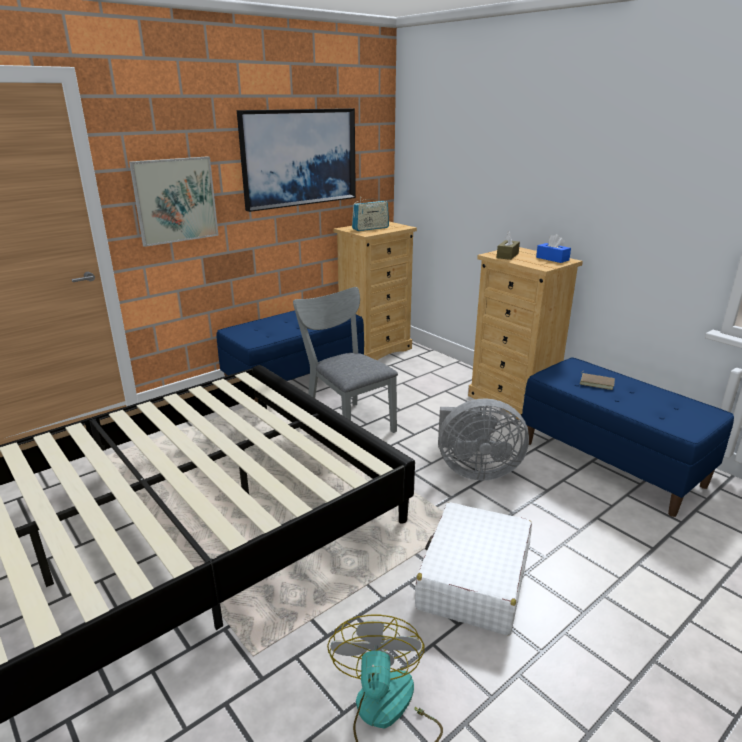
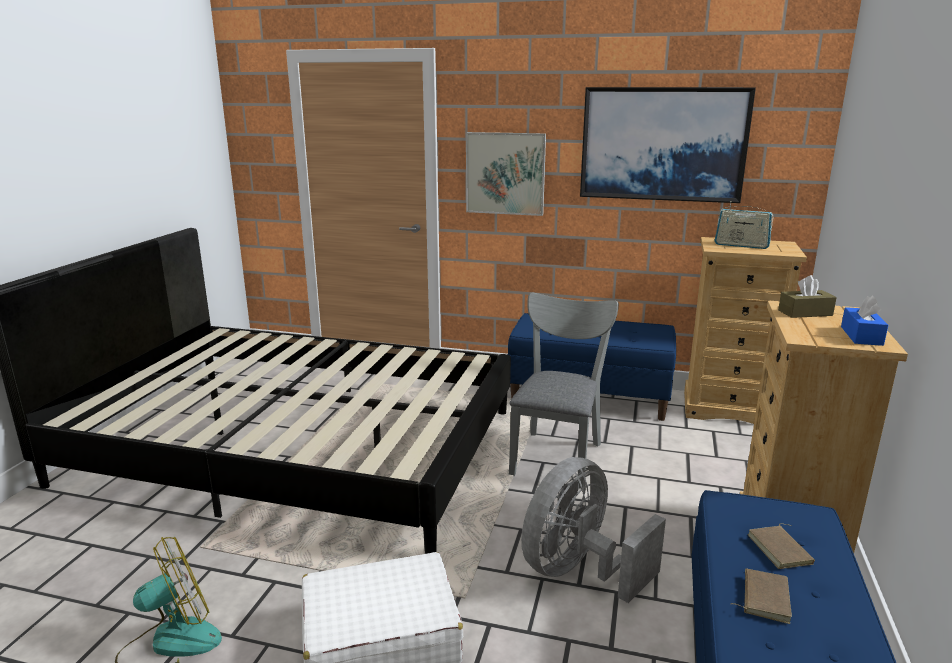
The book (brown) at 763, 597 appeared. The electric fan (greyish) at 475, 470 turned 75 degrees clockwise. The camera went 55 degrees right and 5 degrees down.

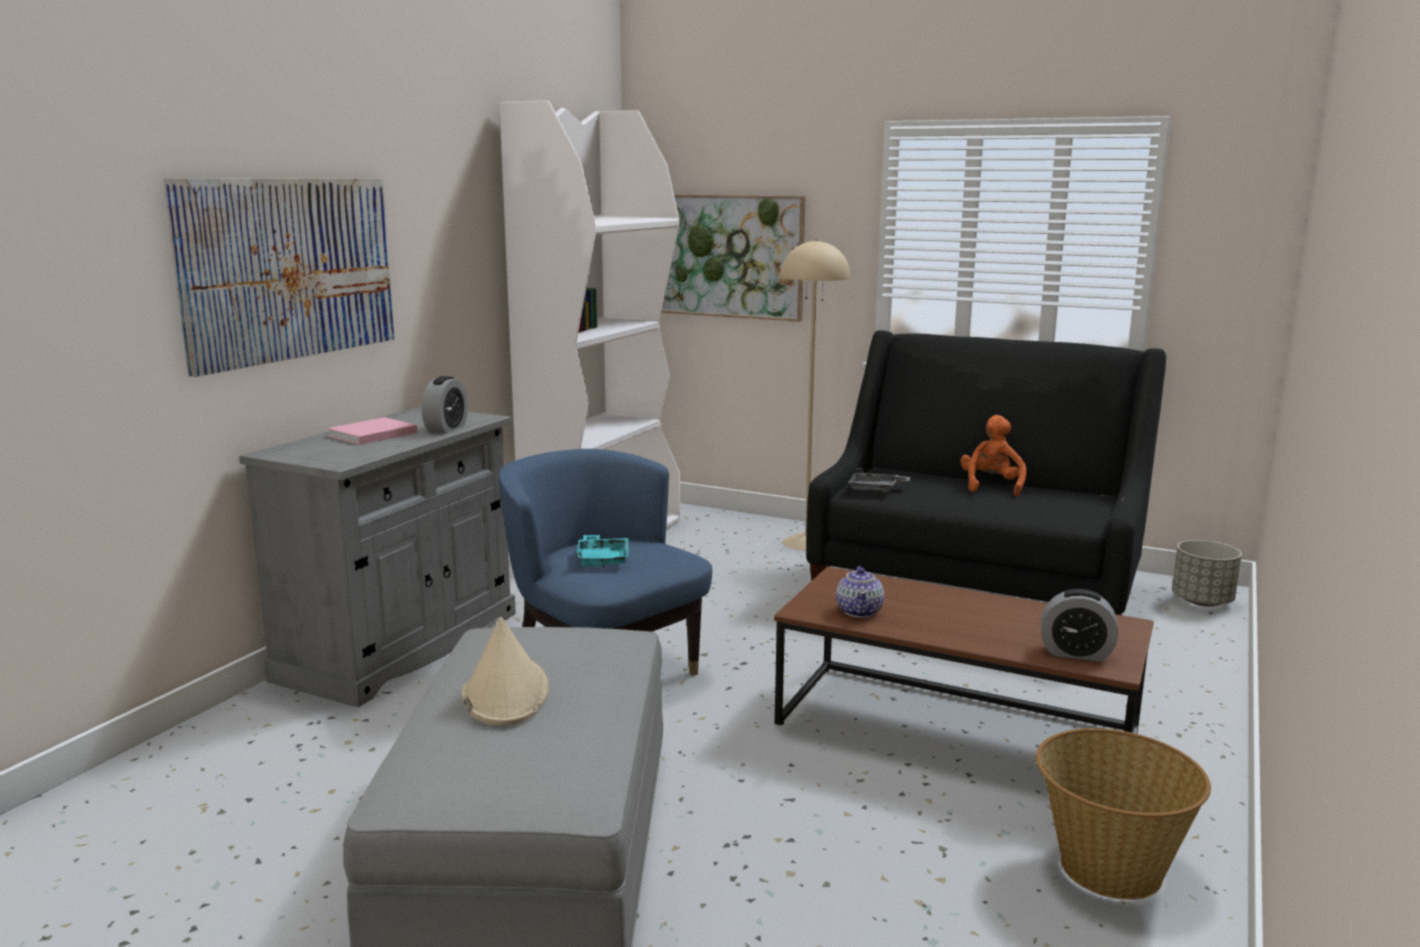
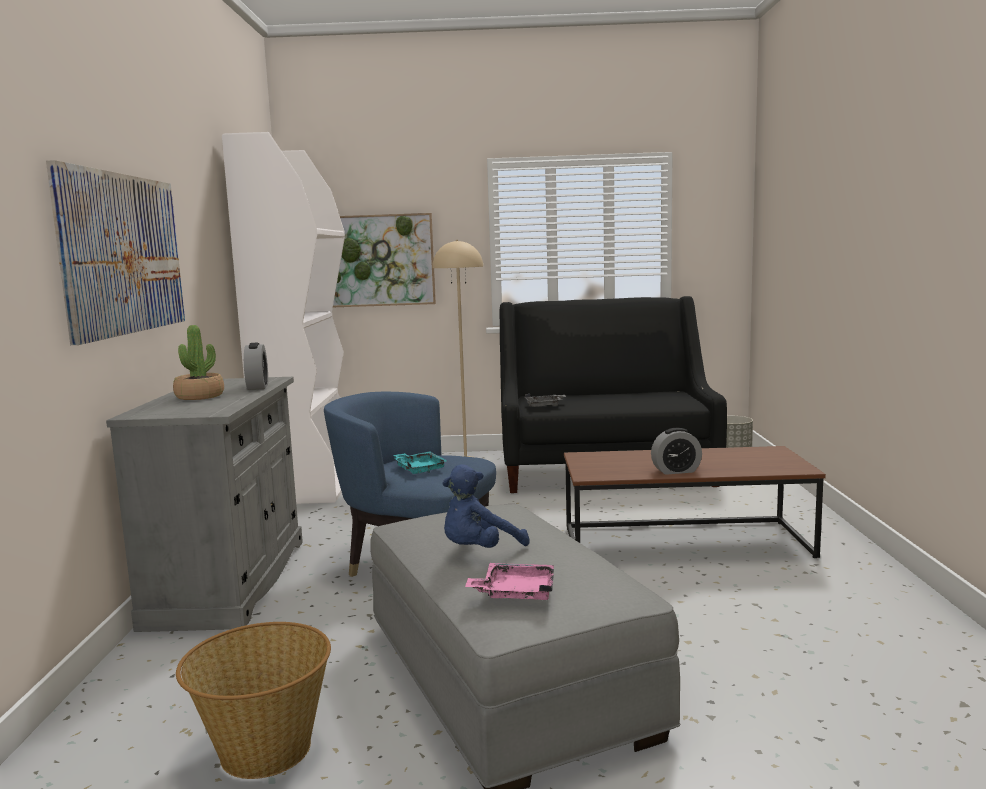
The tea pot at 860, 611 disappeared. The plush toy (orange) at 991, 486 disappeared. The carrying tray (pinkish) at 515, 592 appeared. The basket moved from 1109, 869 to 264, 751. The table clock moved from 1076, 653 to 676, 471. The book (pinkish) at 370, 434 was replaced by the houseplant at 200, 396. The wearable hat (sand-coloured) at 505, 693 was replaced by the plush toy (bluish) at 479, 551. The camera went 25 degrees left and 5 degrees down.

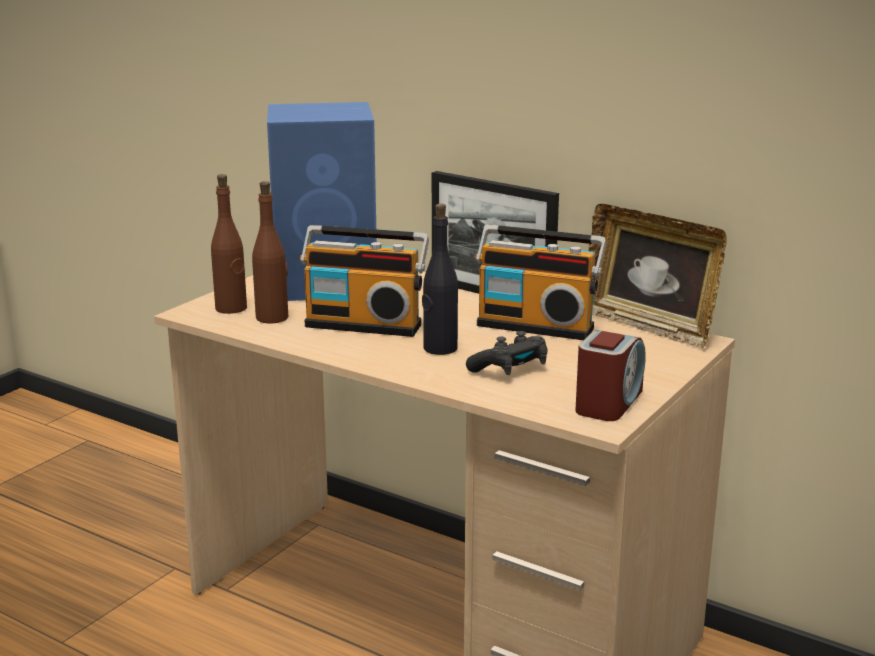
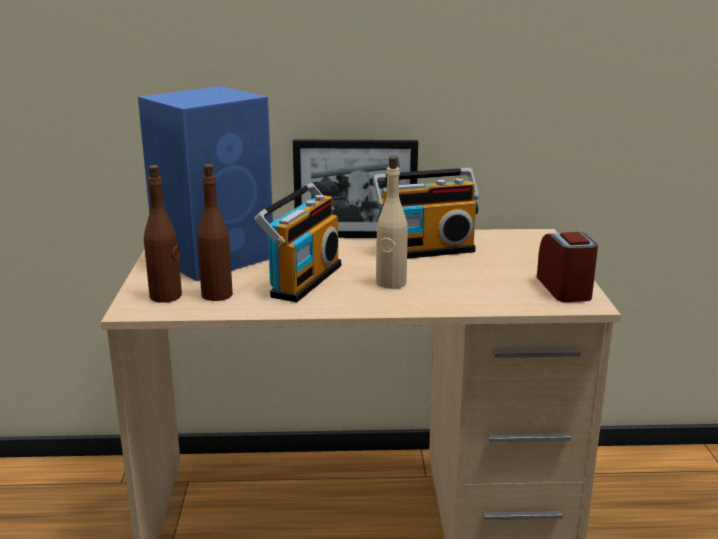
The game controller (blackish) at 510, 370 disappeared. The standing frame at 648, 326 disappeared. The bottle (blackish) at 439, 348 became the bottle (sand-coloured) at 391, 283. The radio set at 365, 324 turned 45 degrees counterclockwise. The camera went 35 degrees left and 0 degrees up.

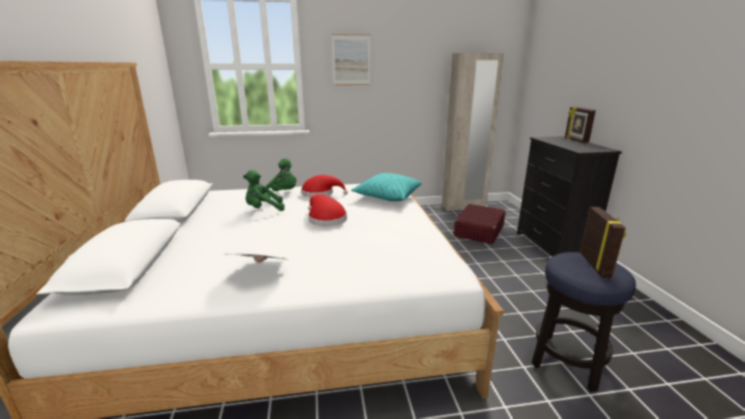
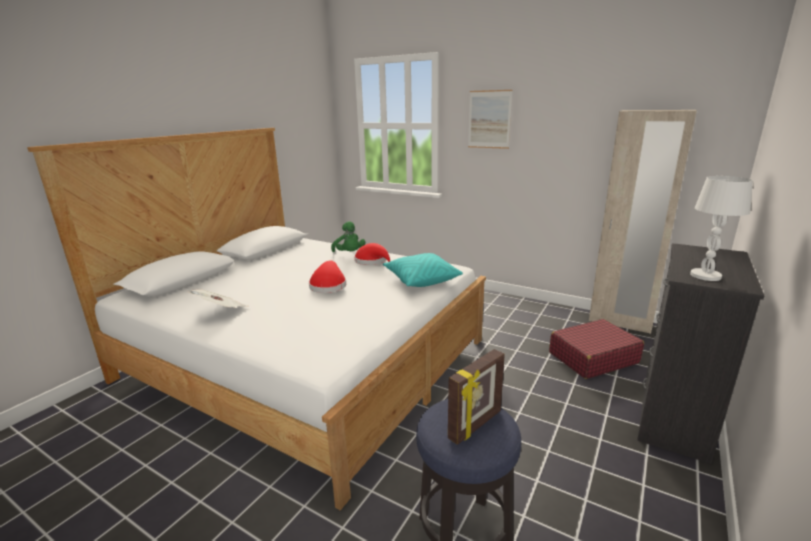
The plush toy (green-coloured) at 263, 209 disappeared. The standing frame at 575, 140 disappeared. The lamp for a table (white) at 705, 275 appeared. The camera went 40 degrees right and 0 degrees up.

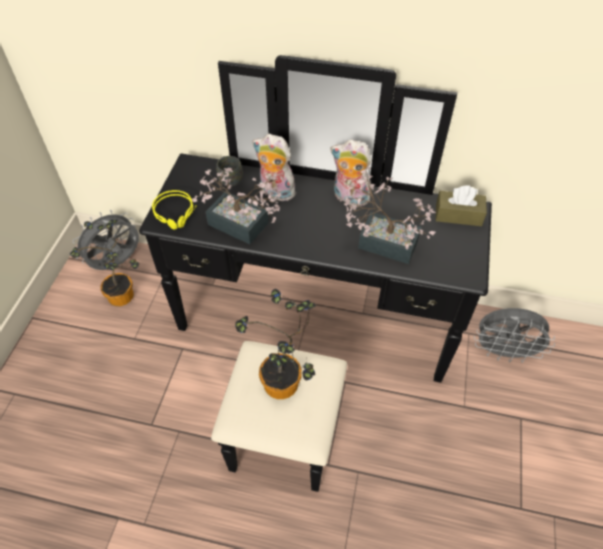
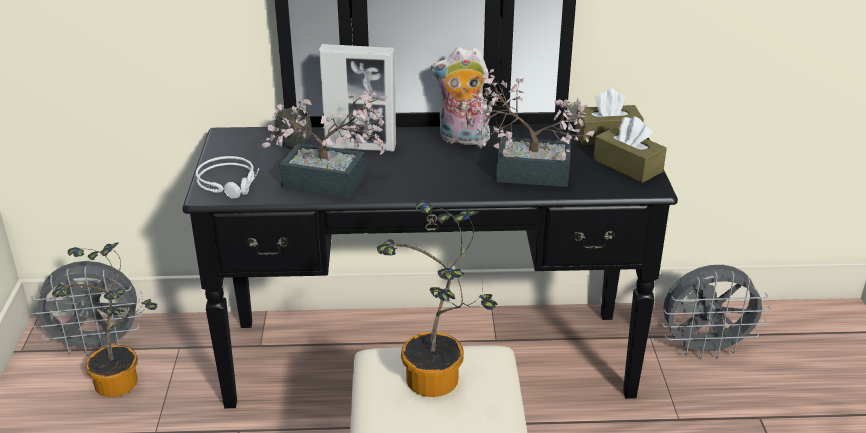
The tissue box (brown) at 627, 166 appeared. The plush toy at 275, 192 was replaced by the standing frame at 361, 147. The headphones (yellow-coloured) at 176, 213 became the headphones (greyish) at 230, 183. The electric fan (greyish) at 117, 264 turned 135 degrees counterclockwise. The camera went 15 degrees left and 20 degrees down.

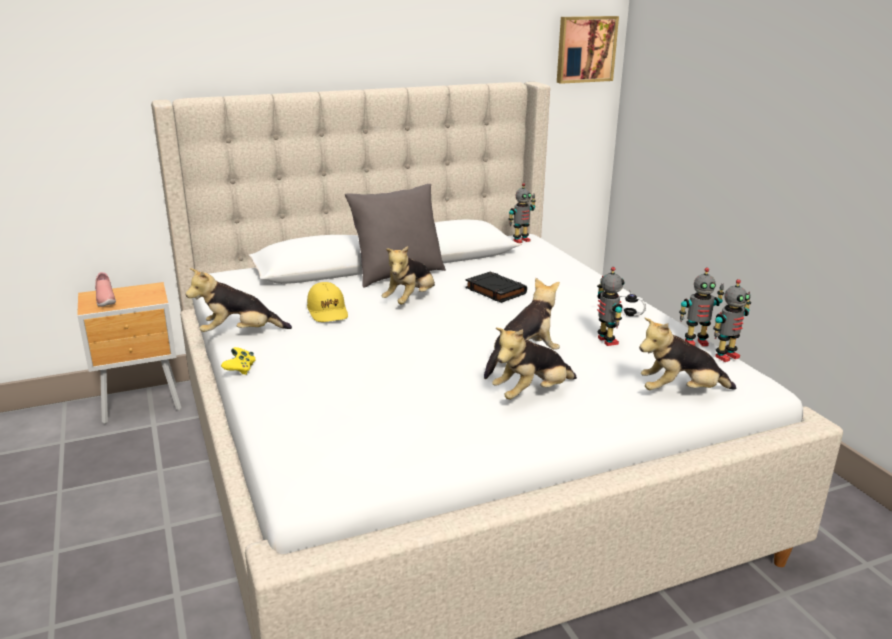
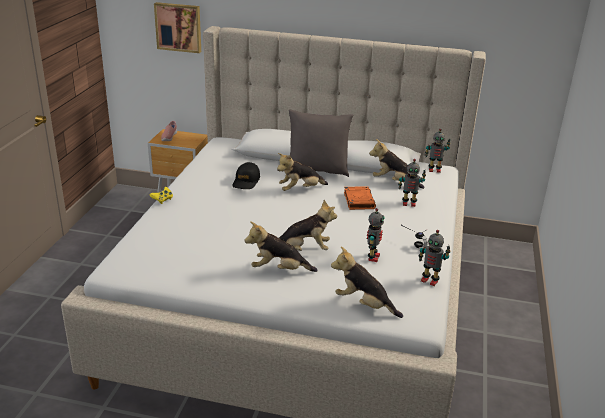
The plush toy moved from 239, 333 to 394, 182. The picture moved from 585, 49 to 179, 27. The robot figure moved from 725, 356 to 409, 203. The baseball cap (yellow-coloured) at 328, 311 became the baseball cap (blackish) at 246, 181. The book (blackish) at 494, 291 became the book (orange) at 358, 200. The camera went 35 degrees right and 5 degrees up.

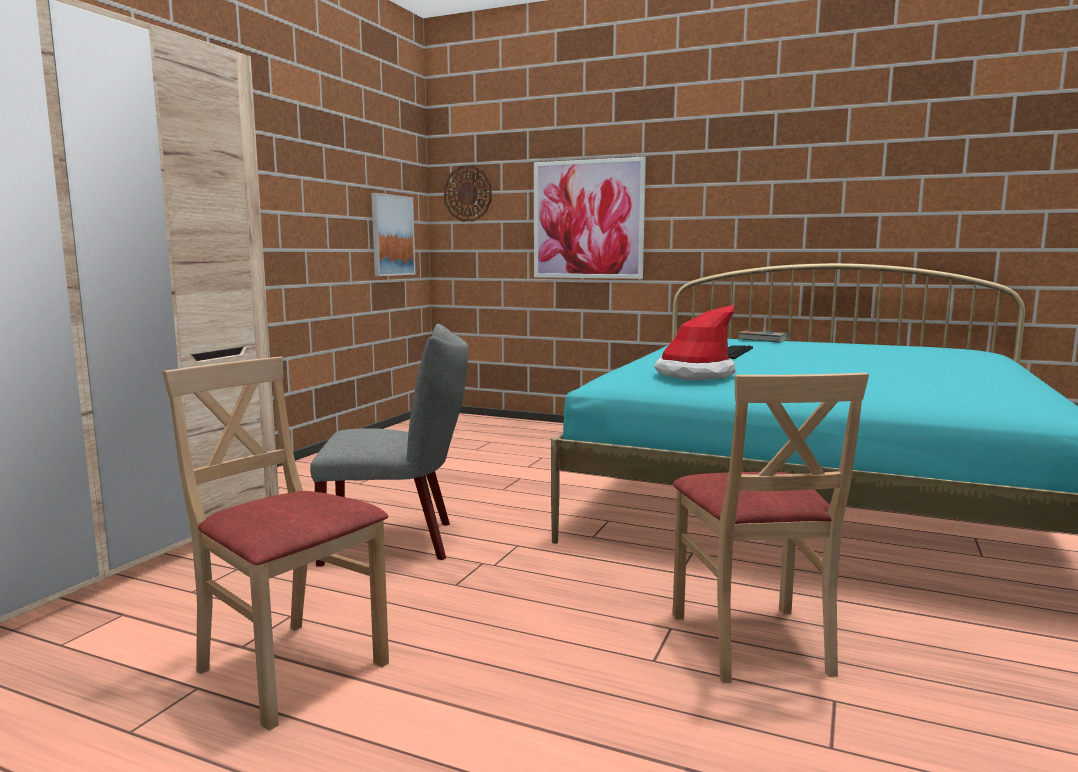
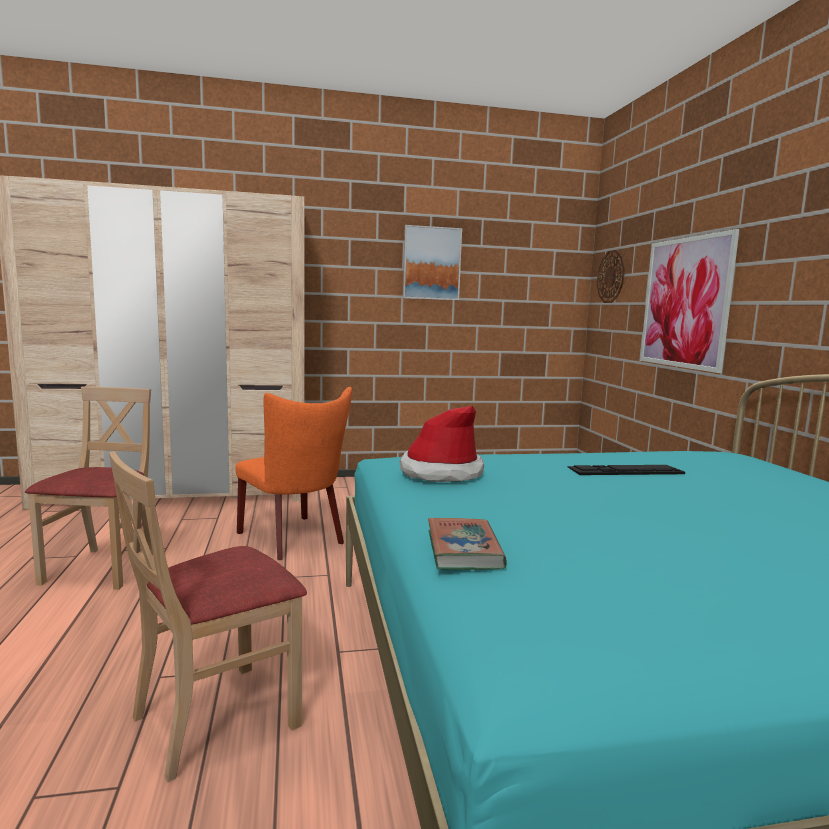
The picture moved from 392, 235 to 431, 263. The book moved from 762, 340 to 464, 550. The chair (greyish) at 398, 541 became the chair (orange) at 295, 539. The camera went 55 degrees right and 0 degrees up.

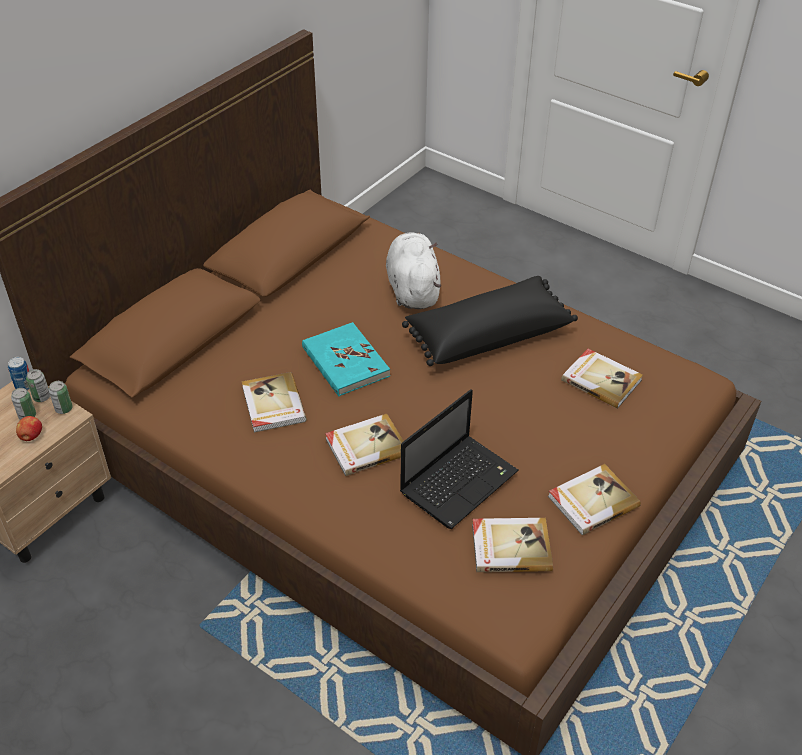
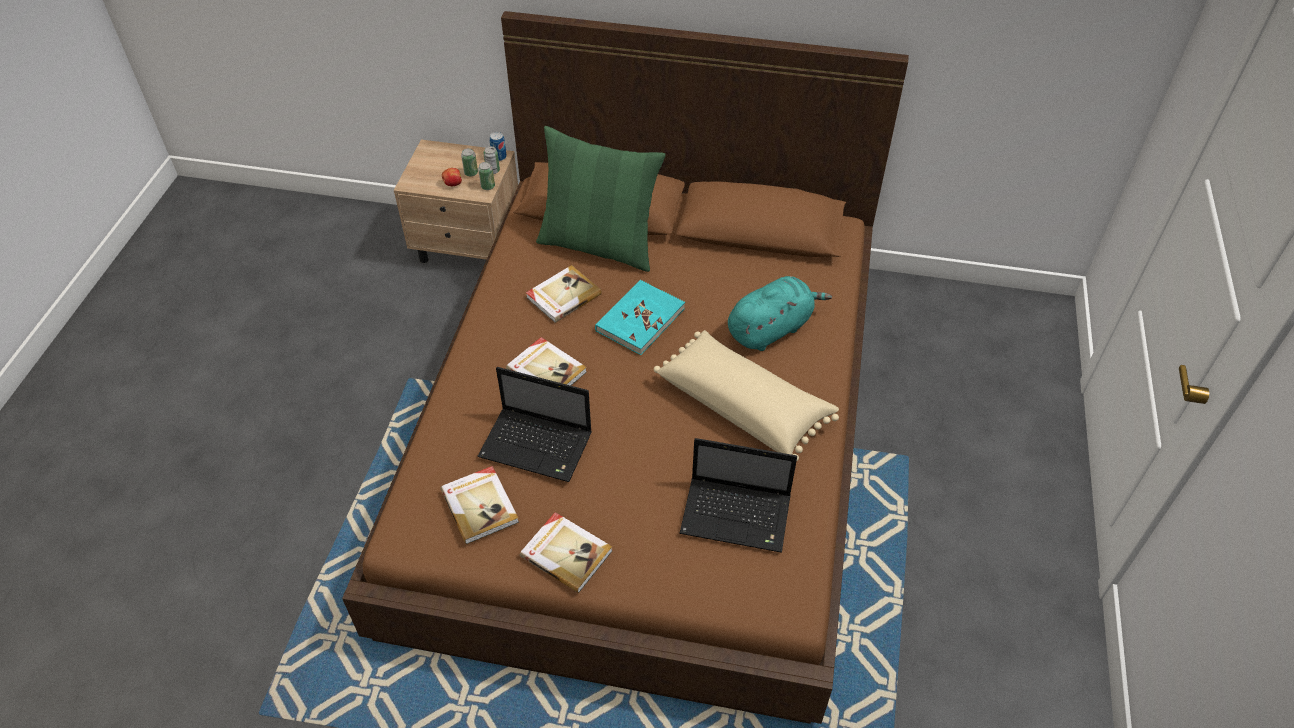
The throw pillow (green-coloured) at 599, 245 appeared. The book at 601, 380 was replaced by the laptop at 738, 515. The plush toy (white) at 412, 289 became the plush toy (turquoise-coloured) at 771, 329. The throw pillow (blackish) at 487, 335 became the throw pillow (sand-coloured) at 744, 405. The camera went 65 degrees right and 5 degrees up.

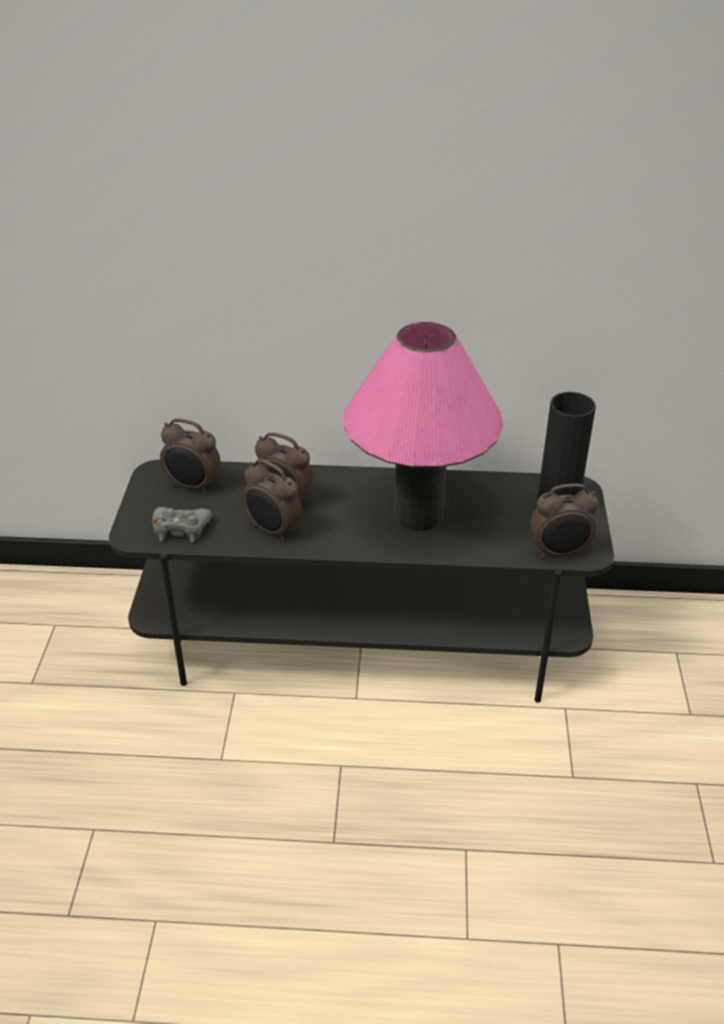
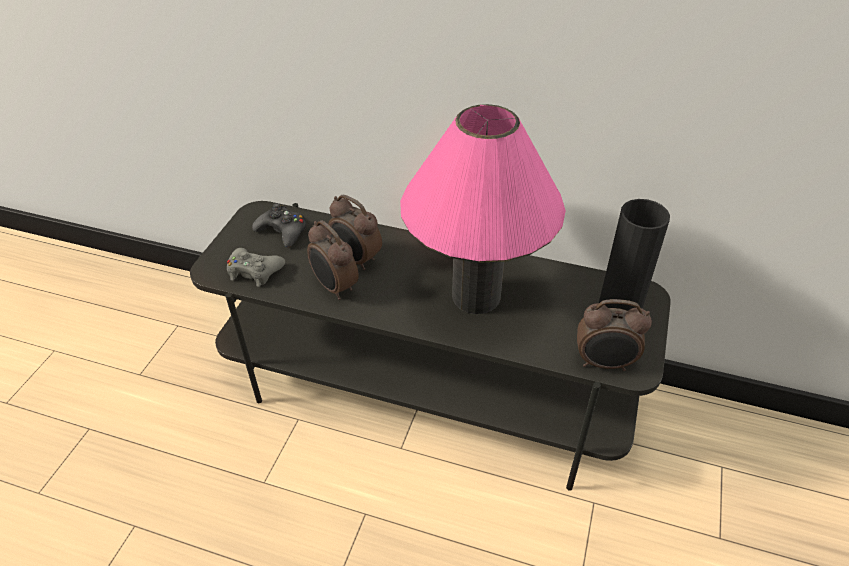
The table clock at 193, 486 was replaced by the game controller (blackish) at 283, 231. The camera went 15 degrees right and 5 degrees up.

